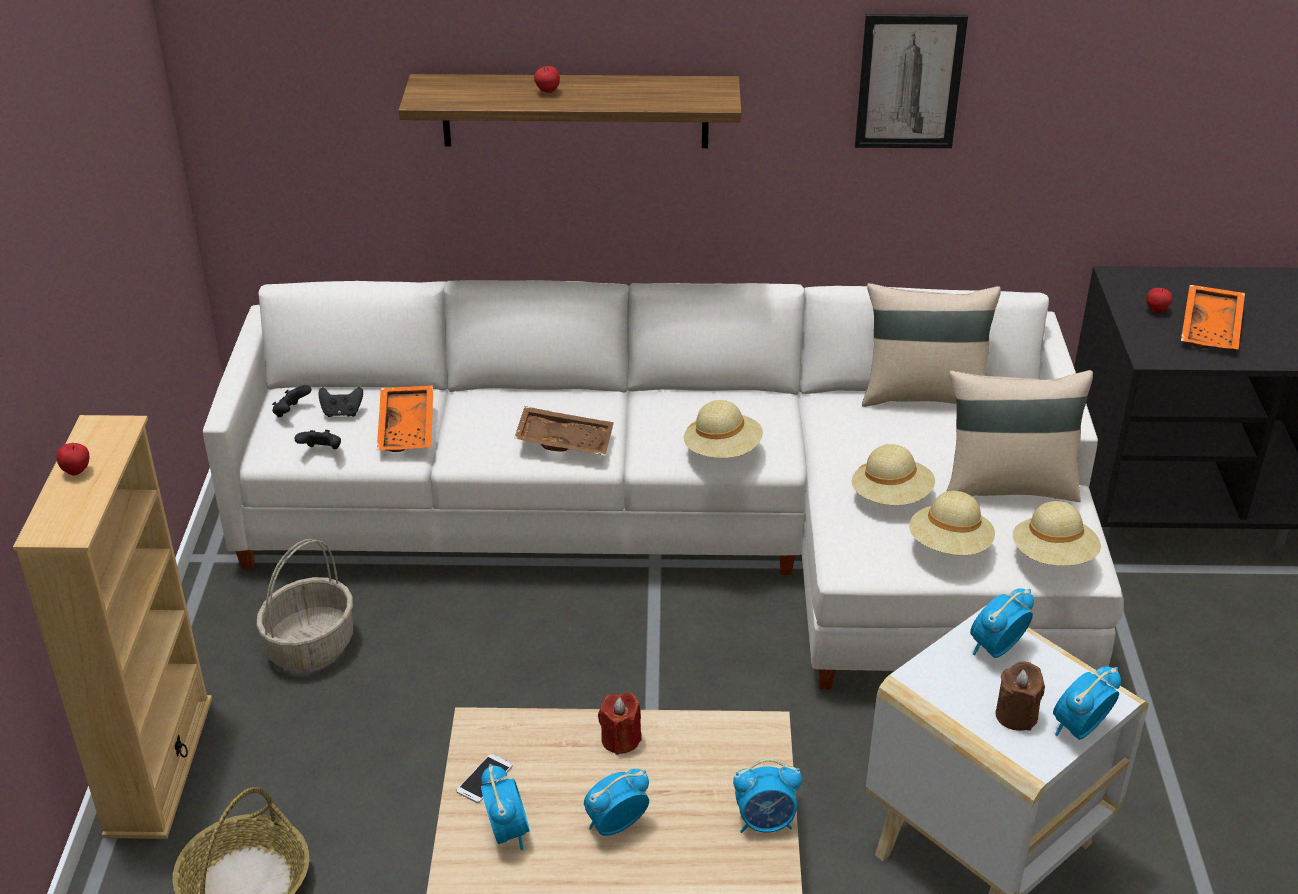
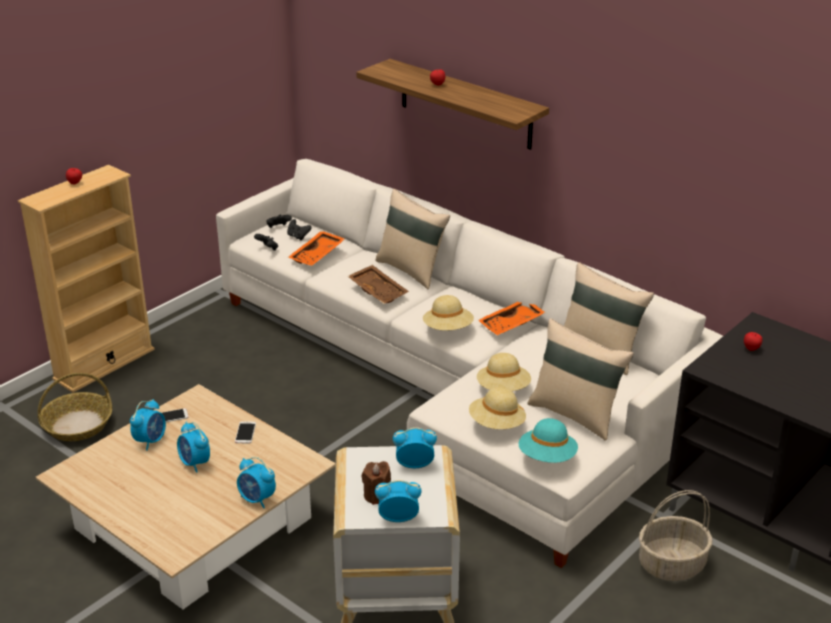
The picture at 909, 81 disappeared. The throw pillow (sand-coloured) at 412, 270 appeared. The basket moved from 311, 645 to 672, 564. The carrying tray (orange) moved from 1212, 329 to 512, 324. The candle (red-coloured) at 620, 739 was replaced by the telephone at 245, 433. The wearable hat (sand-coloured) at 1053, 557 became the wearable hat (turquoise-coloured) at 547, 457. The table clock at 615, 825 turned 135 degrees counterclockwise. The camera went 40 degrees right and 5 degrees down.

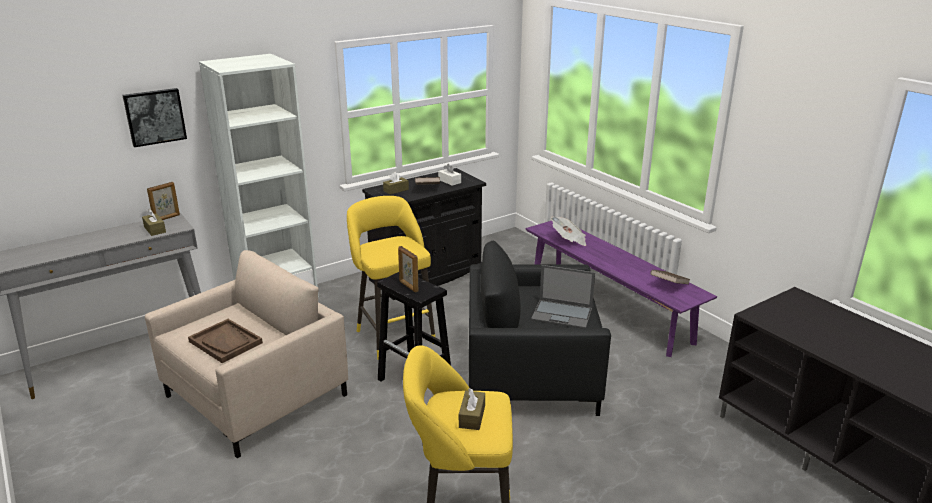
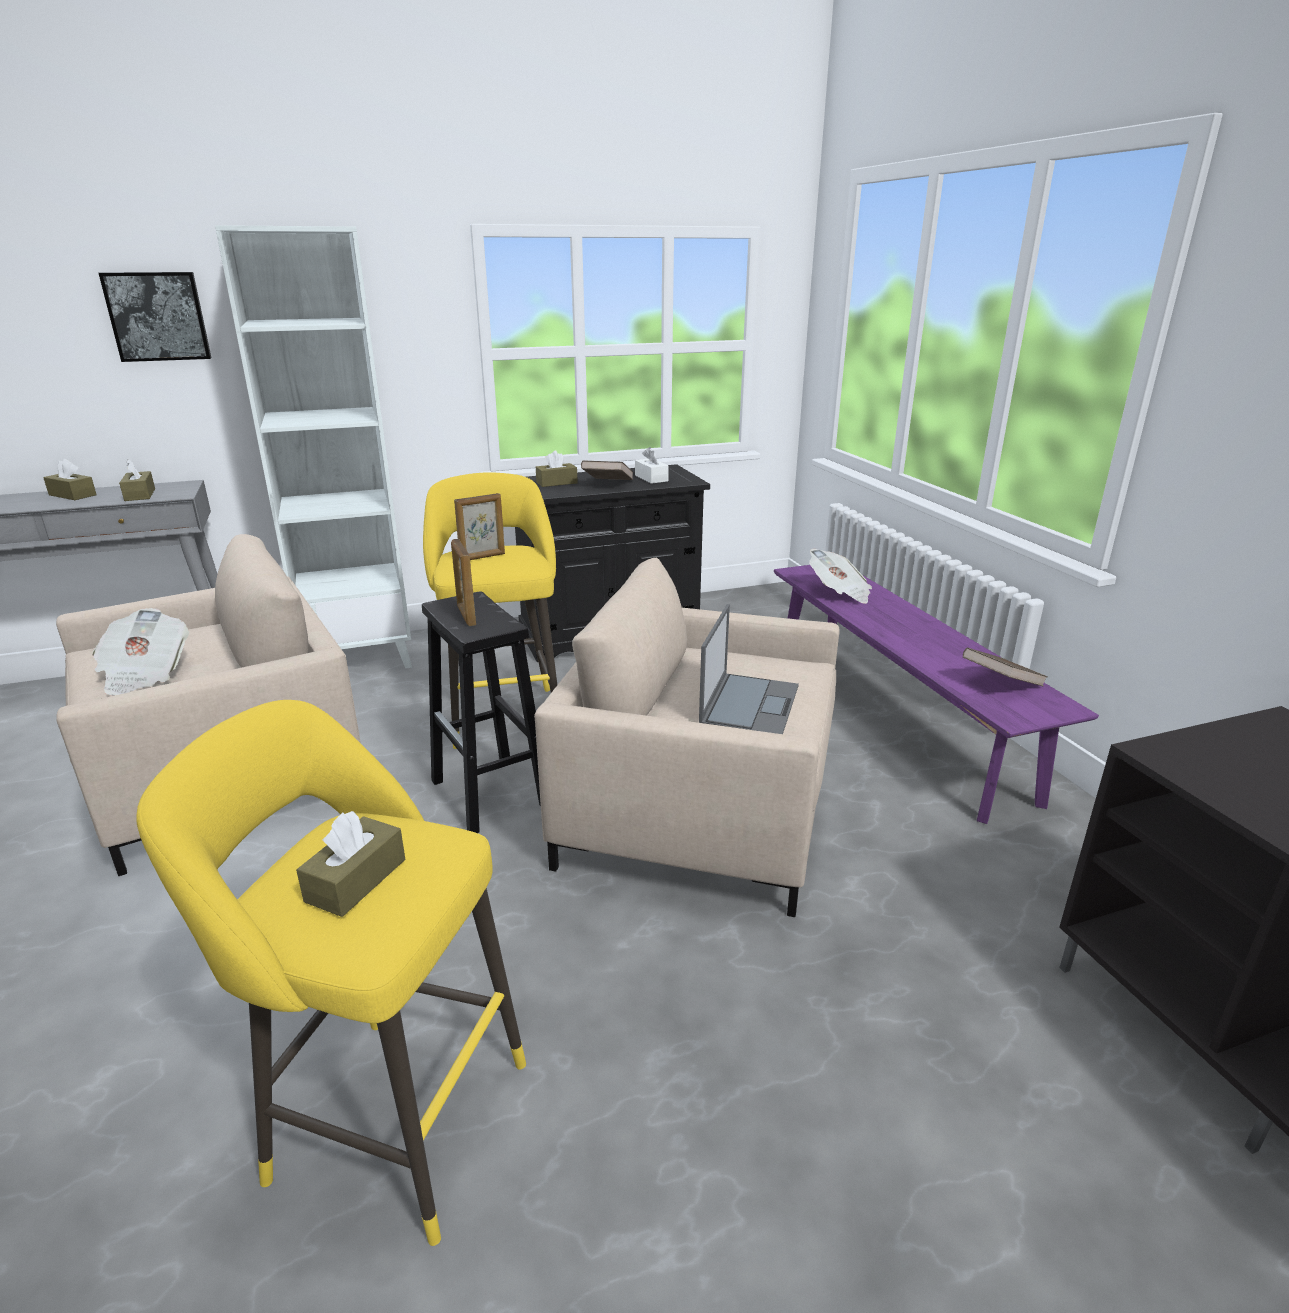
The tissue box (brown) at 72, 495 appeared. The standing frame moved from 167, 218 to 483, 557. The carrying tray (brown) at 226, 342 was replaced by the printed paper at 144, 674. The armchair (blackish) at 530, 374 became the armchair (sand-coloured) at 697, 813. The laptop at 562, 314 turned 105 degrees counterclockwise. The camera went 15 degrees right and 0 degrees up.

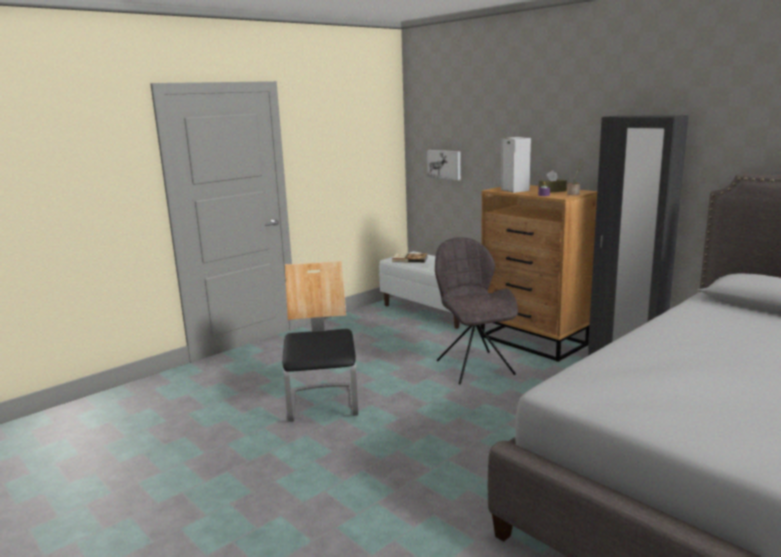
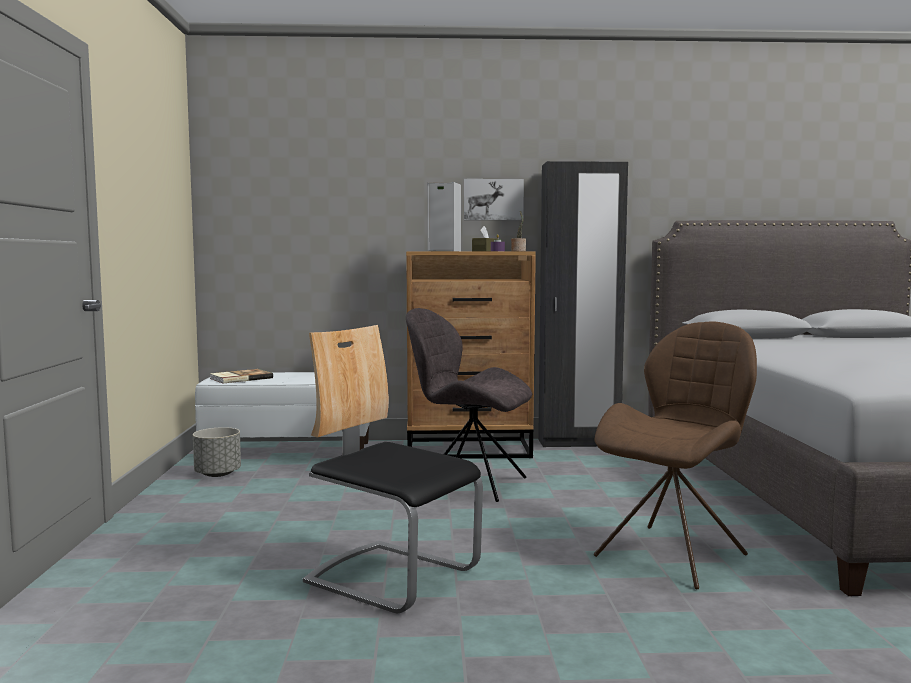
The planter (greyish) at 218, 474 appeared. The chair (brown) at 674, 554 appeared. The picture moved from 445, 164 to 493, 200. The camera went 50 degrees left and 10 degrees down.

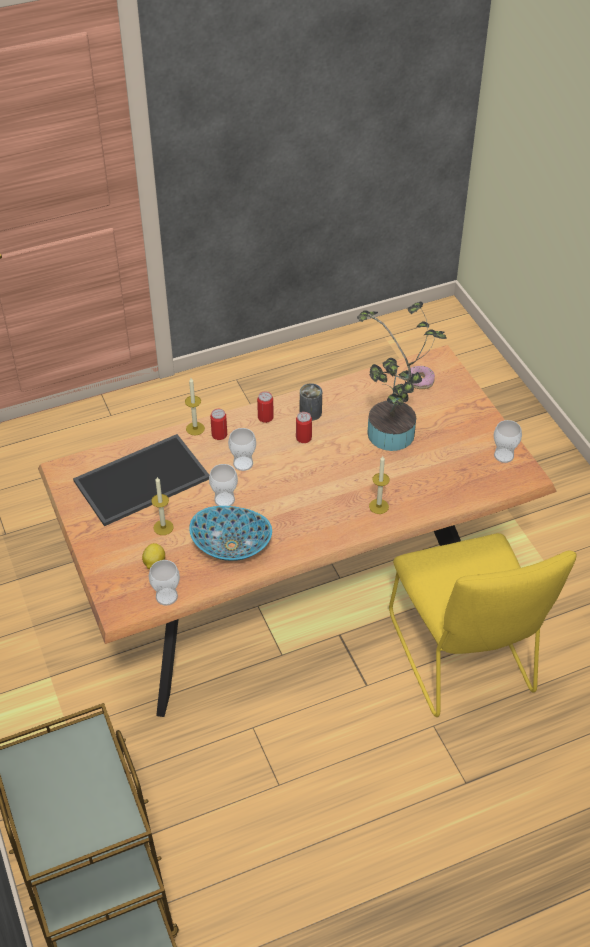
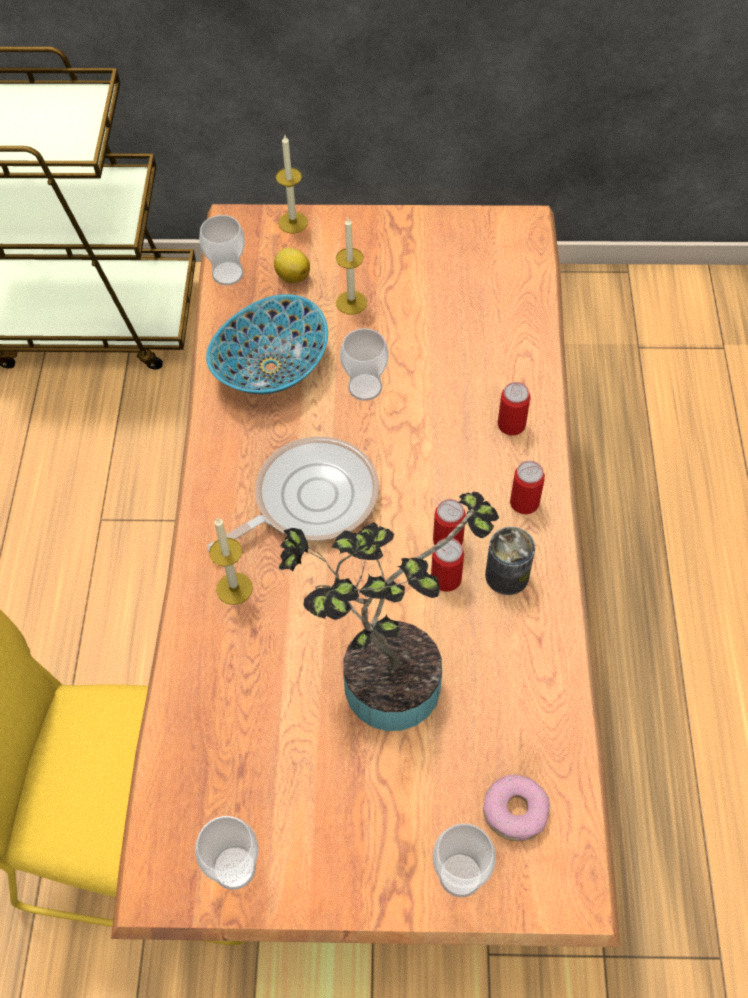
The carrying tray at 142, 478 disappeared. The frying pan at 309, 499 appeared. The metal can at 446, 578 appeared. The candle moved from 195, 428 to 293, 222. The cup moved from 243, 463 to 460, 875. The camera went 115 degrees right and 10 degrees up.

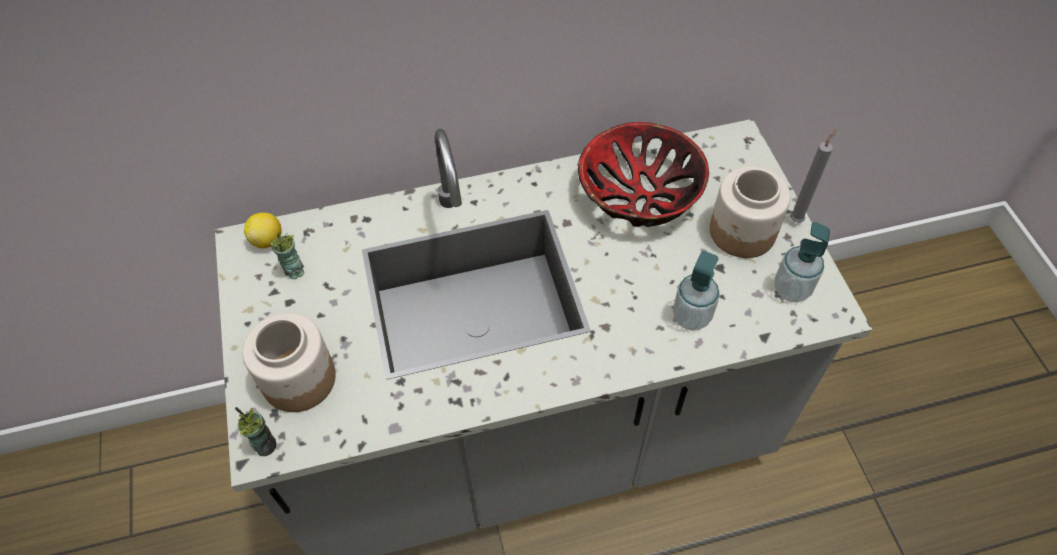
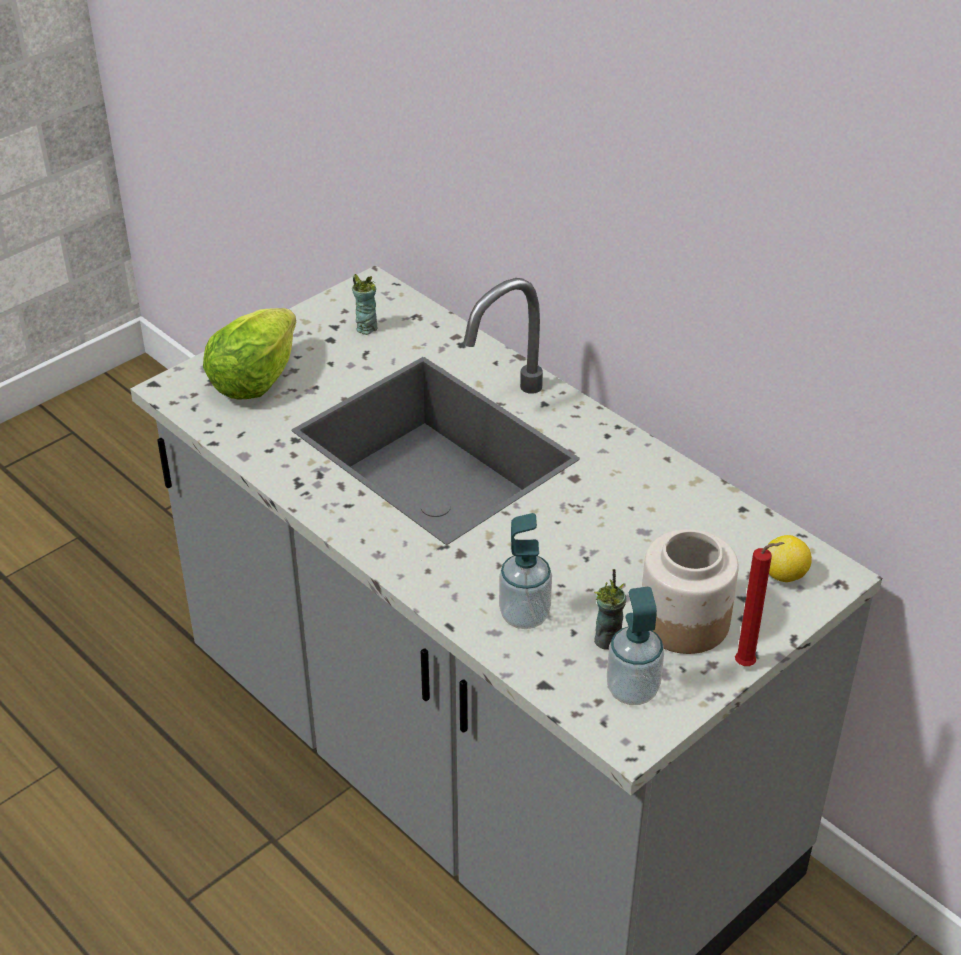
The deep dish at 638, 195 disappeared. The cup moved from 265, 445 to 608, 639. The whole lemon moved from 268, 240 to 785, 575. The storage jar at 298, 380 was replaced by the lettuce at 254, 380. The candle (greyish) at 797, 219 became the candle (red-coloured) at 748, 665. The camera went 60 degrees right and 15 degrees down.

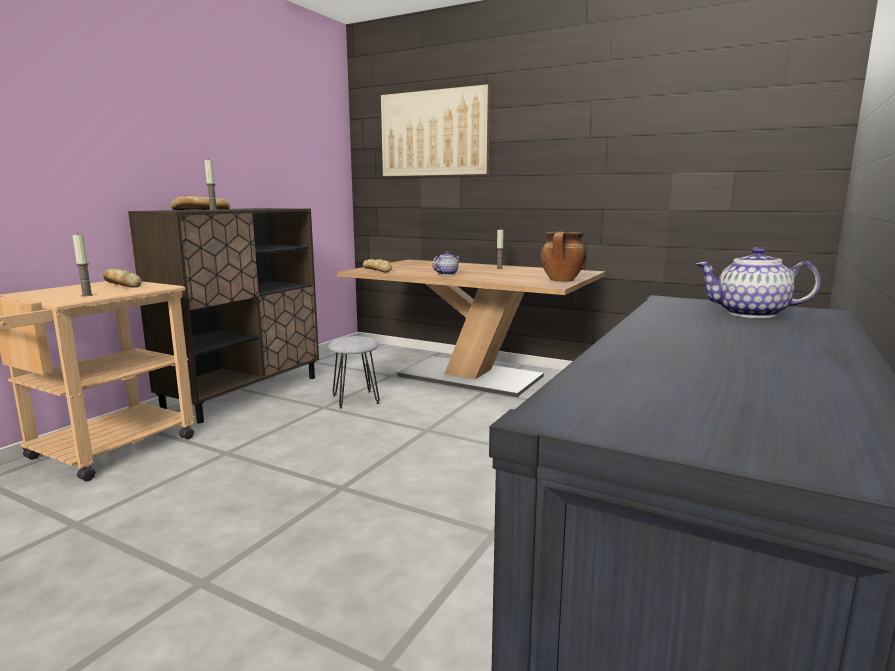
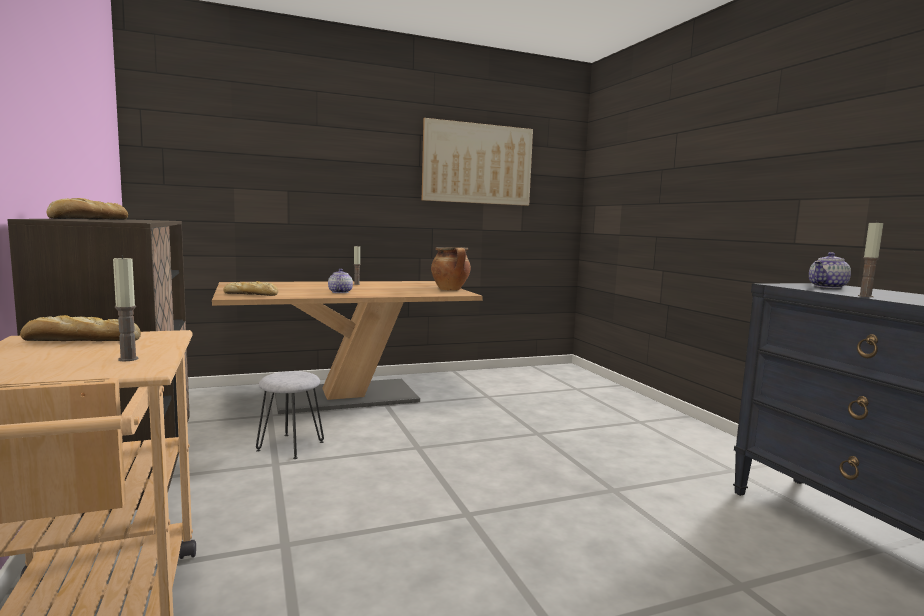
The candle moved from 213, 210 to 865, 296. The picture moved from 434, 133 to 477, 164. The camera went 50 degrees left and 5 degrees down.

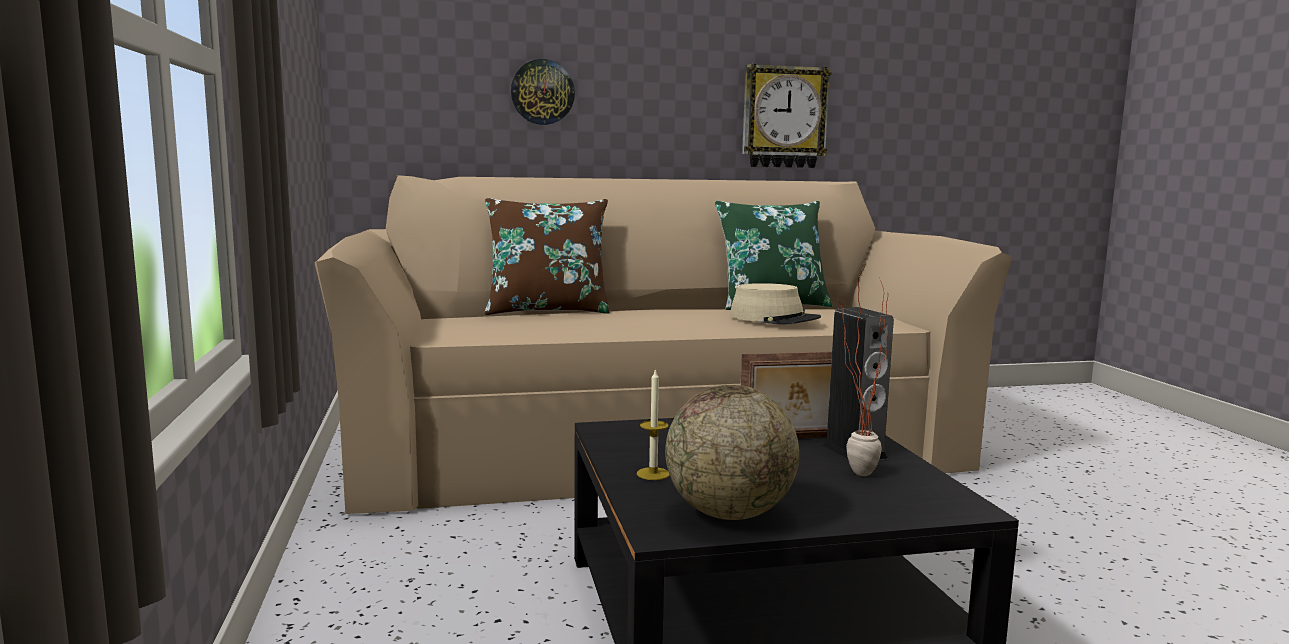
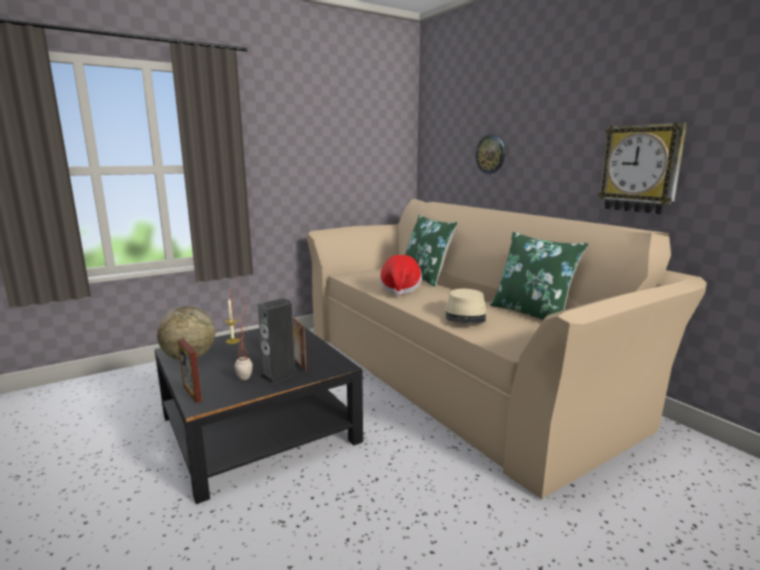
The standing frame at 192, 394 appeared. The wearable hat at 400, 289 appeared. The throw pillow (brown) at 547, 311 became the throw pillow (green-coloured) at 426, 278. The camera went 70 degrees right and 5 degrees up.

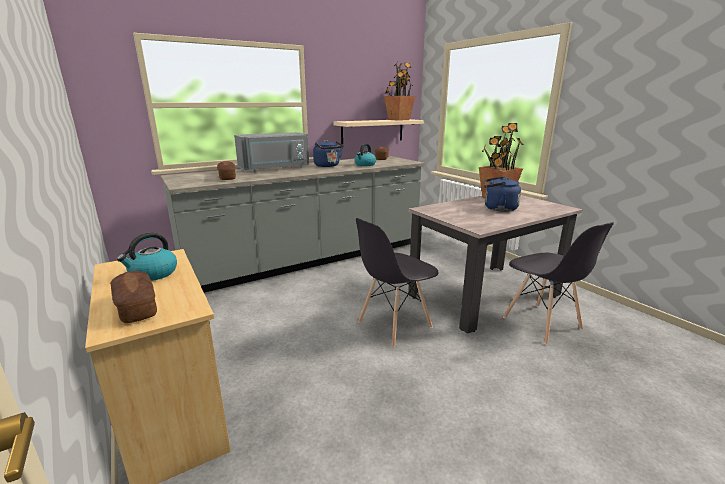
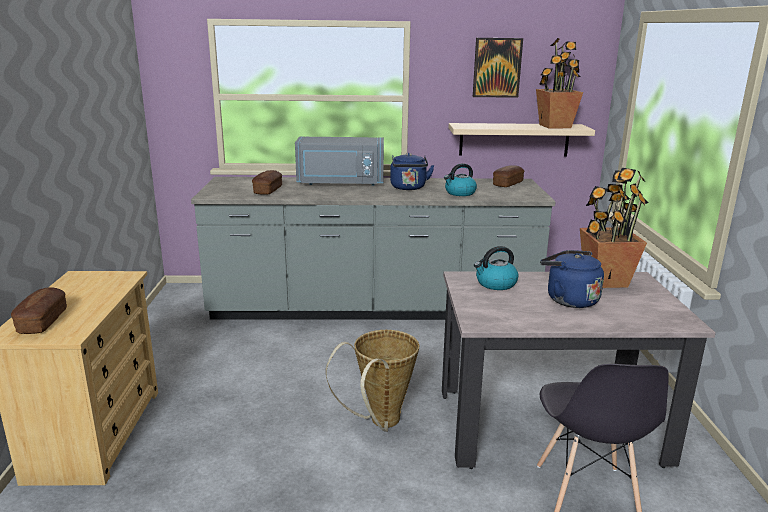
The picture at 497, 67 appeared. The tea kettle moved from 153, 274 to 495, 284. The chair (greyish) at 394, 325 was replaced by the basket at 380, 423. The camera went 30 degrees right and 0 degrees up.

